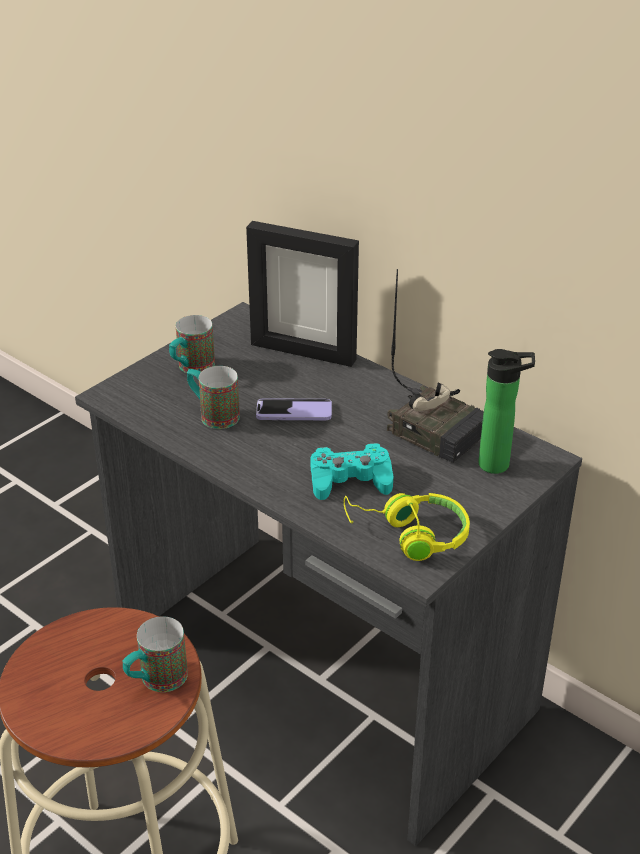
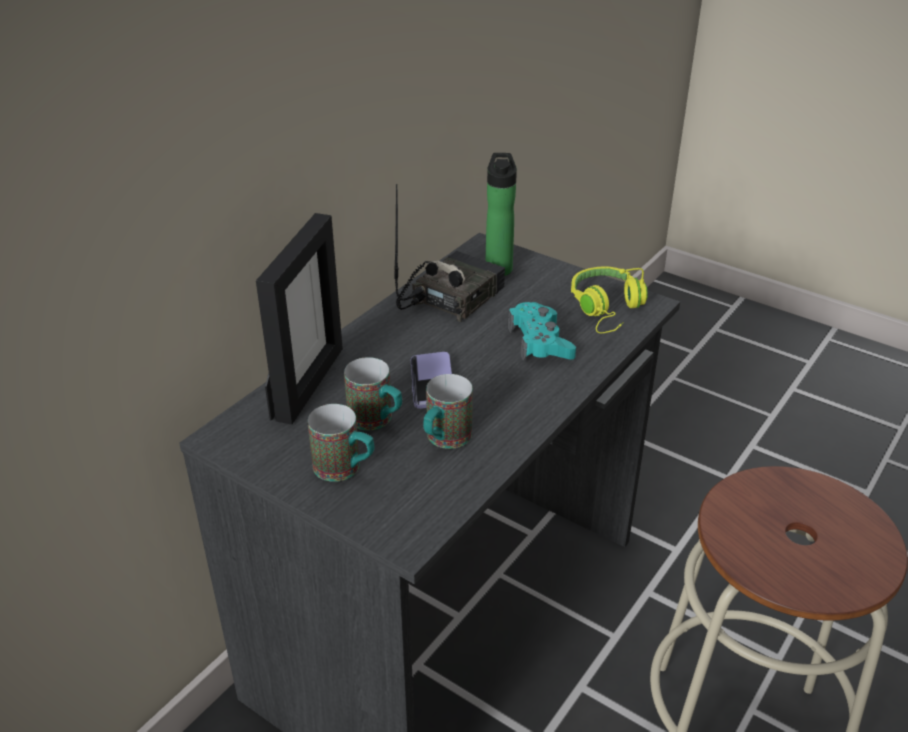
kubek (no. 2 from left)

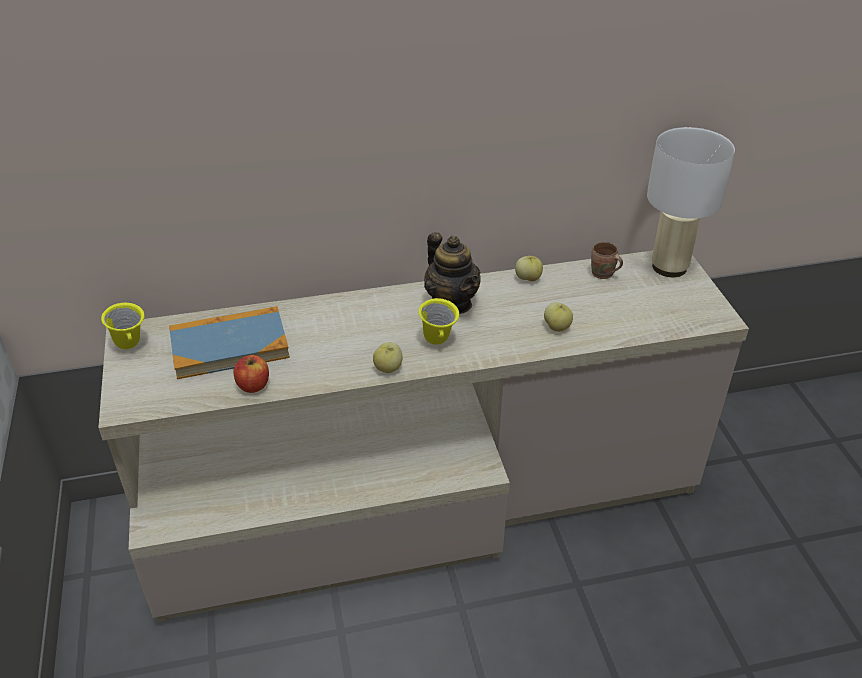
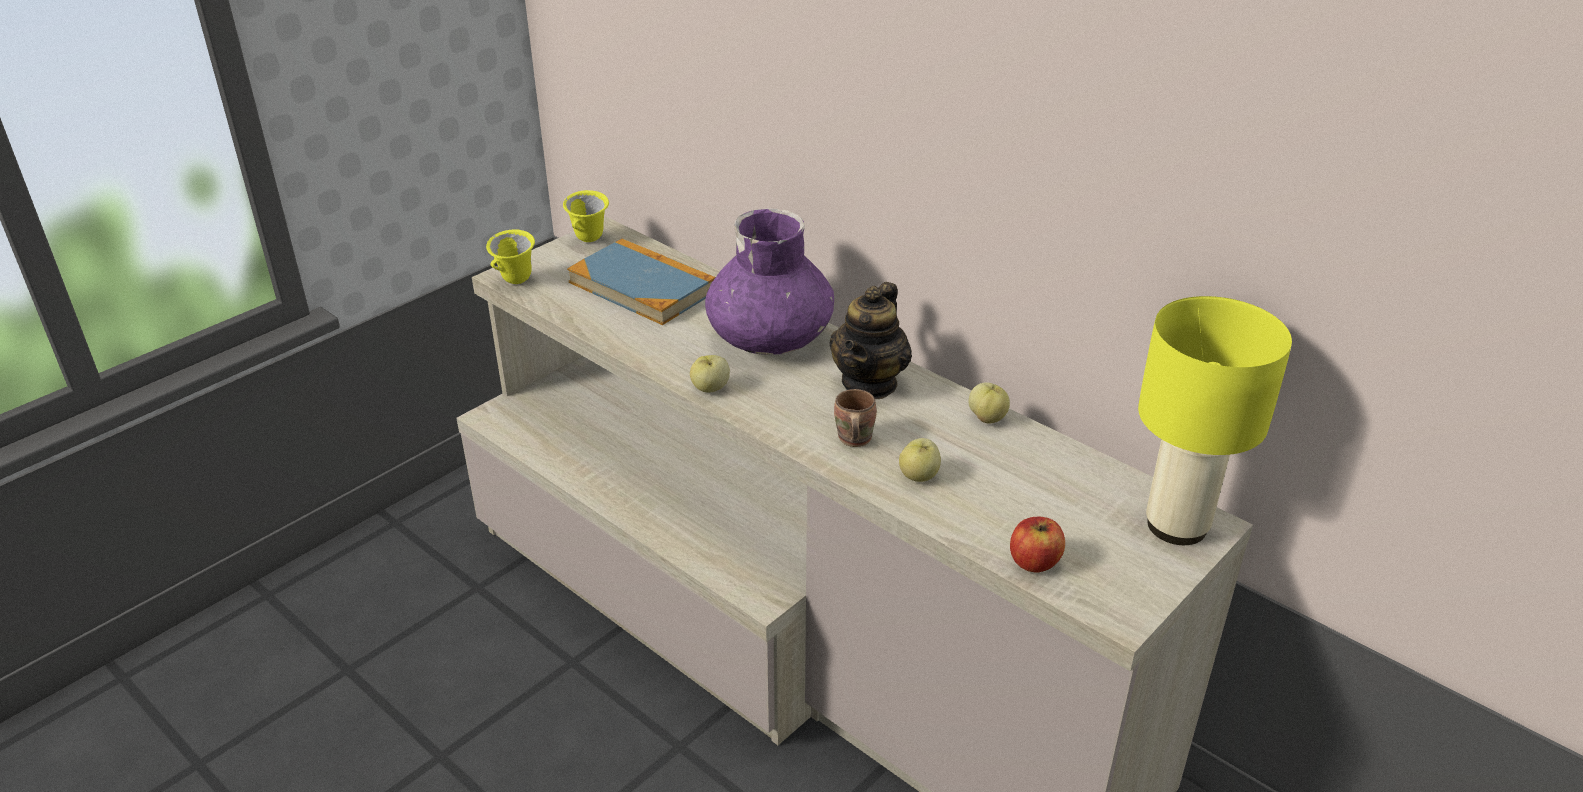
kubek (żółty) (no. 1 from left)
wazon (fioletowy)
kubek (brązowy)
jabłko (no. 4 from left)
lampa stołowa (żółty)

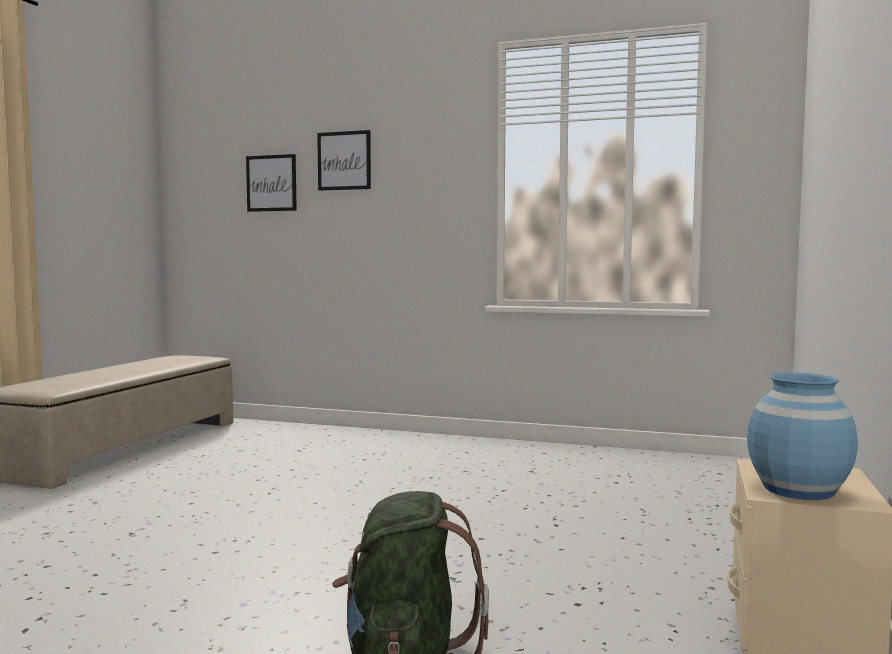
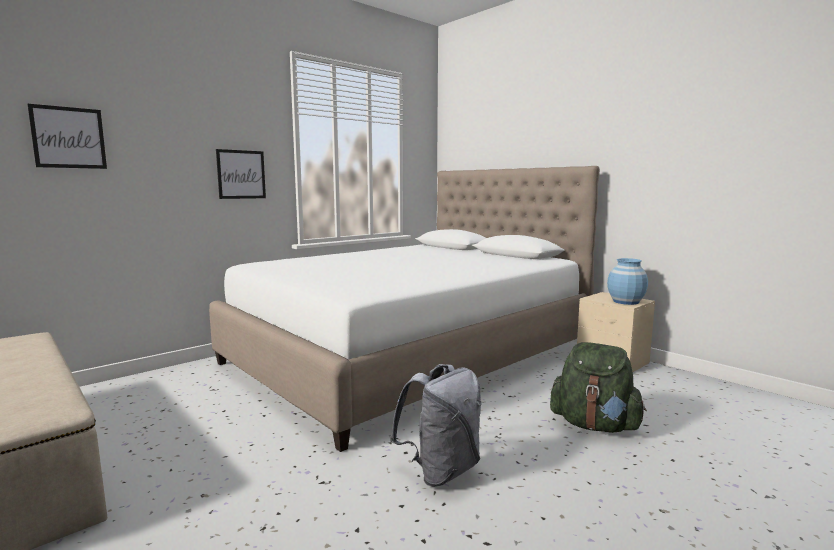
łóżko (biały)
obraz (no. 2 from left)
plecak (szary)

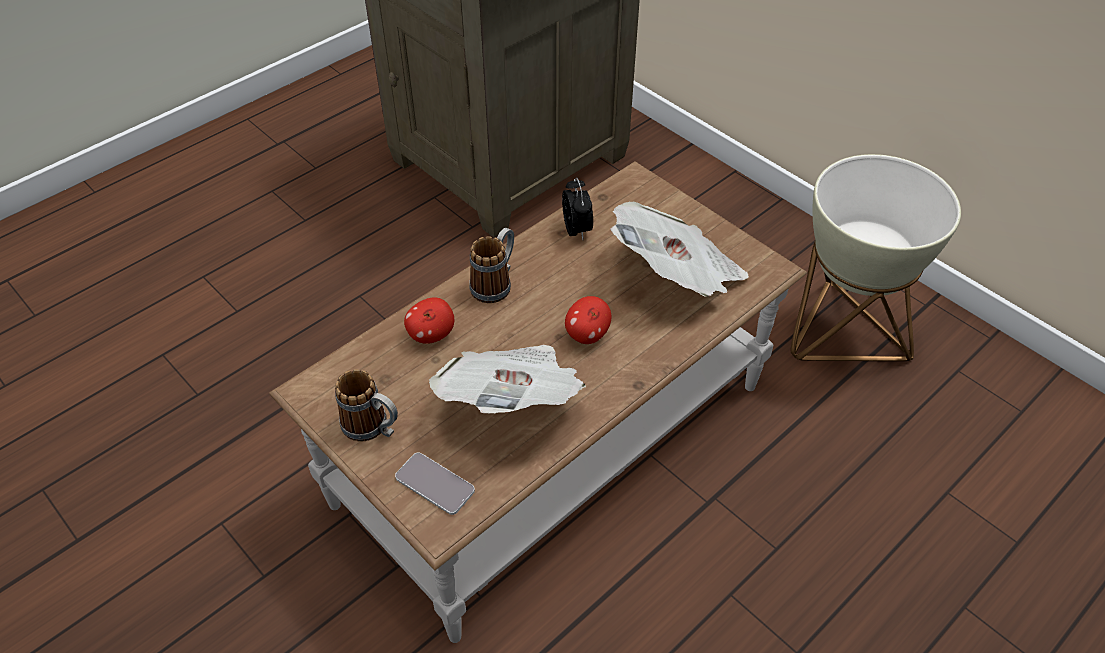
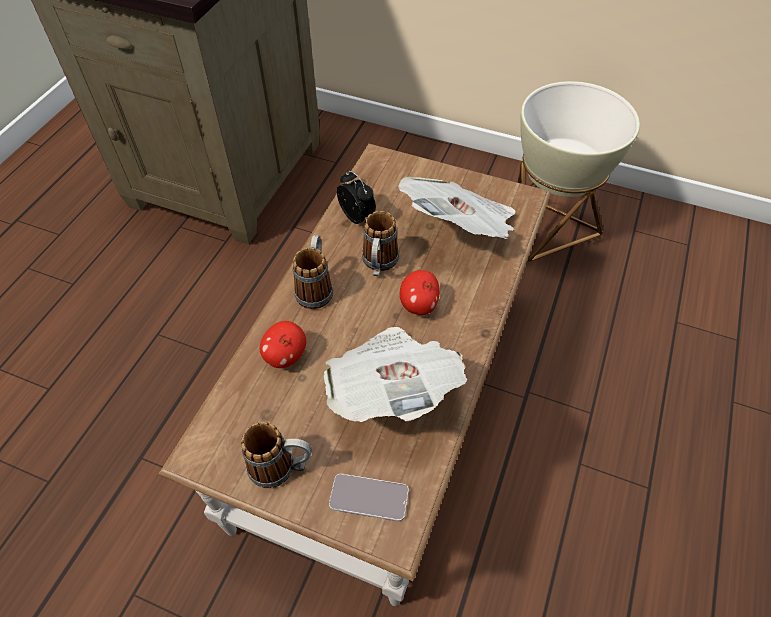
kubek (no. 3 from left)

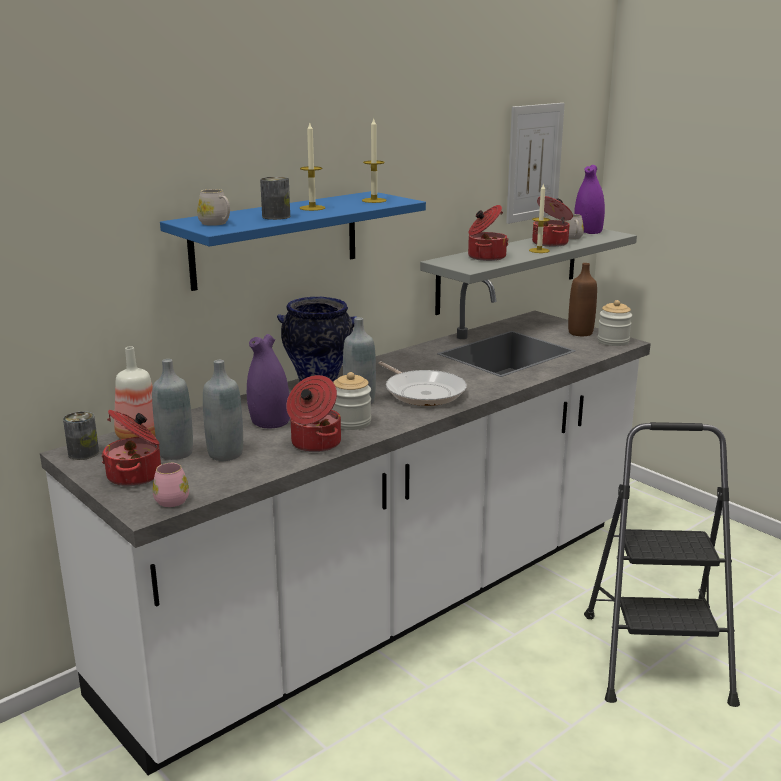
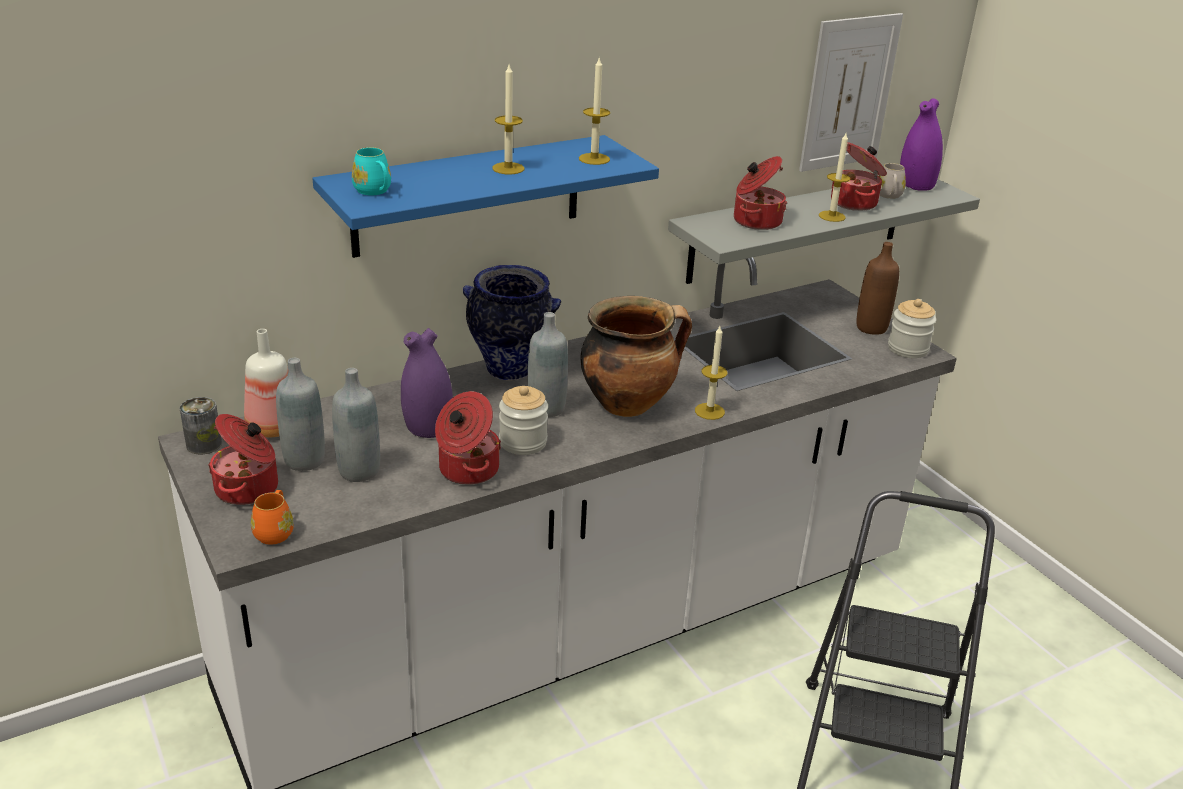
kubek (pomarańczowy)
kubek (turkusowy)
garnek (no. 3 from left)
świeca (no. 3 from left)
puszka (no. 2 from left in the first image)

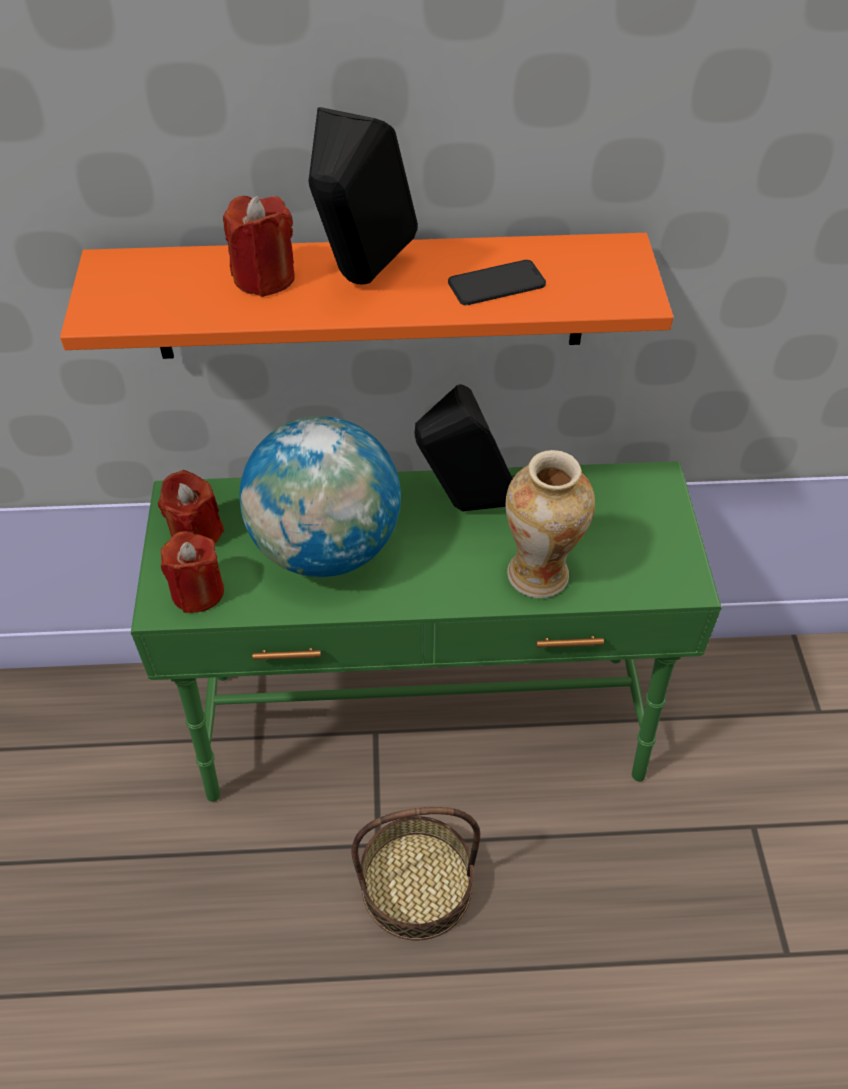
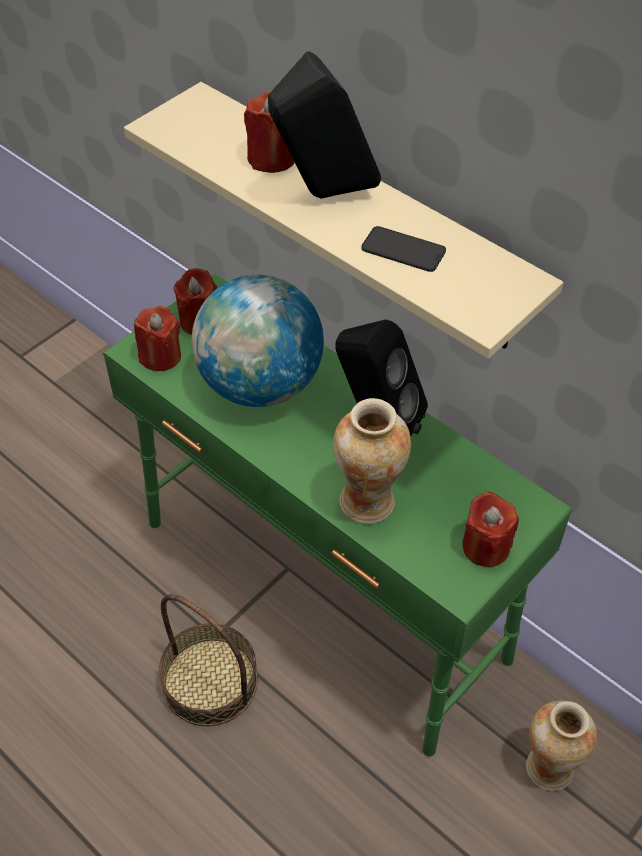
półka (beżowy)
świeca (czerwony) (no. 4 from left)
wazon (no. 2 from left)

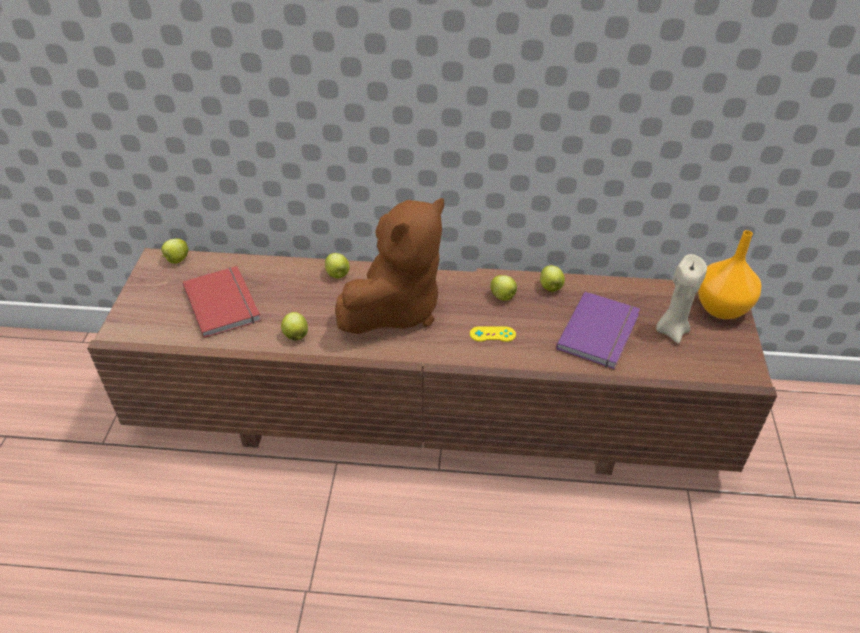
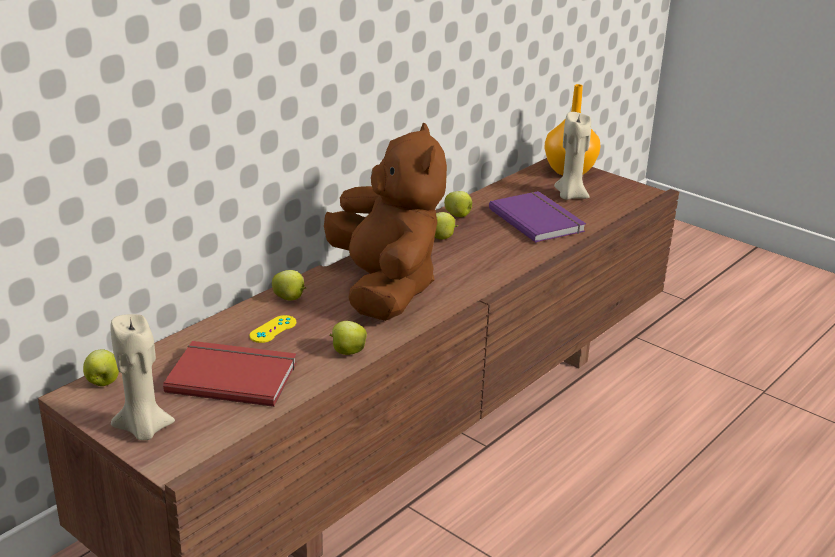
świeca (beżowy) (no. 1 from left)
pad do gier (żółty)

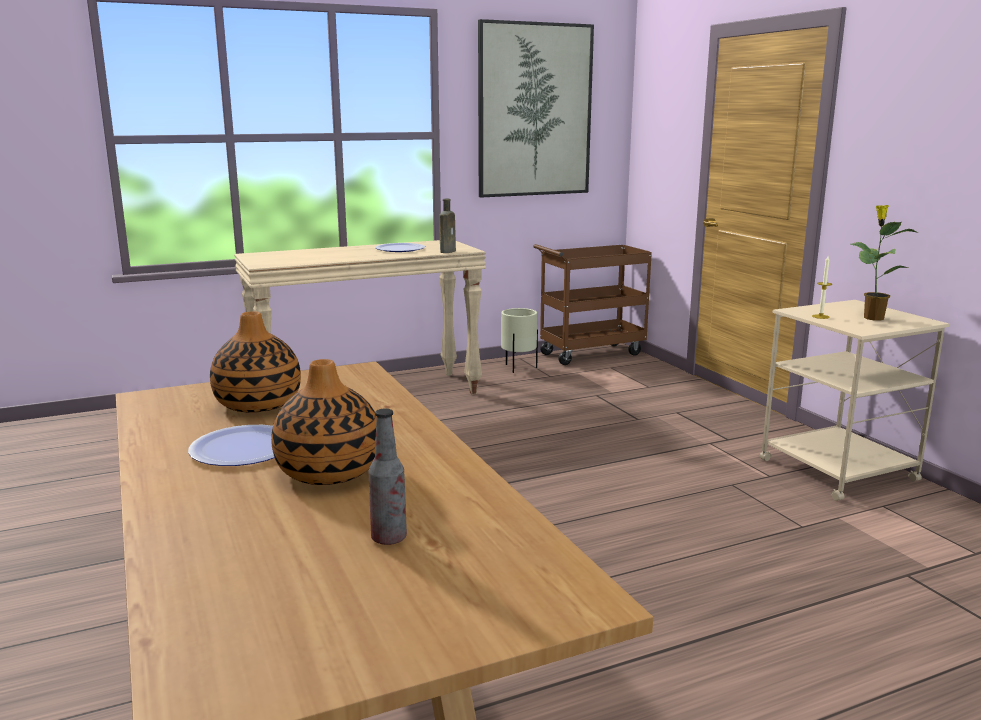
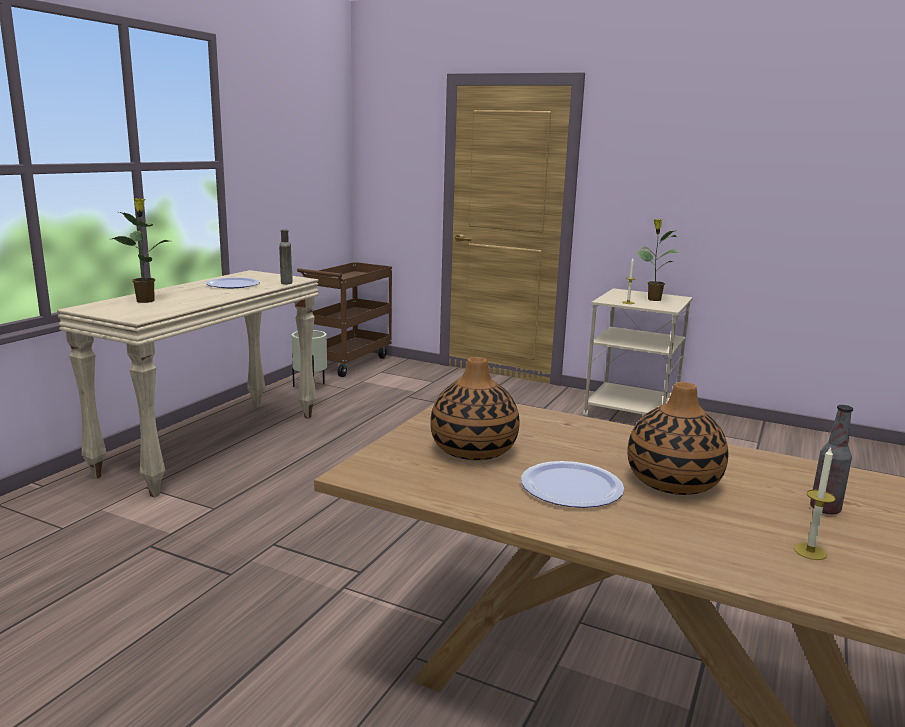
roślina doniczkowa (no. 1 from left)
świeca (no. 2 from left)
obraz

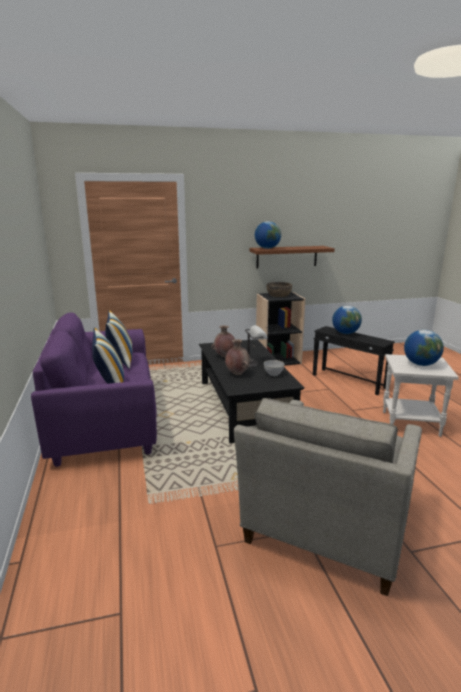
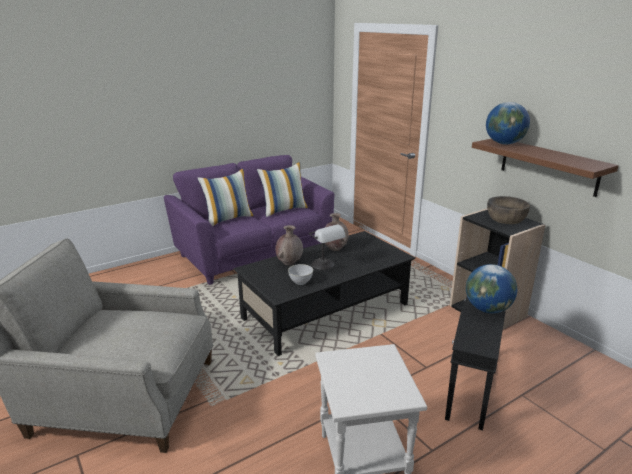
globus (no. 3 from left in the first image)

